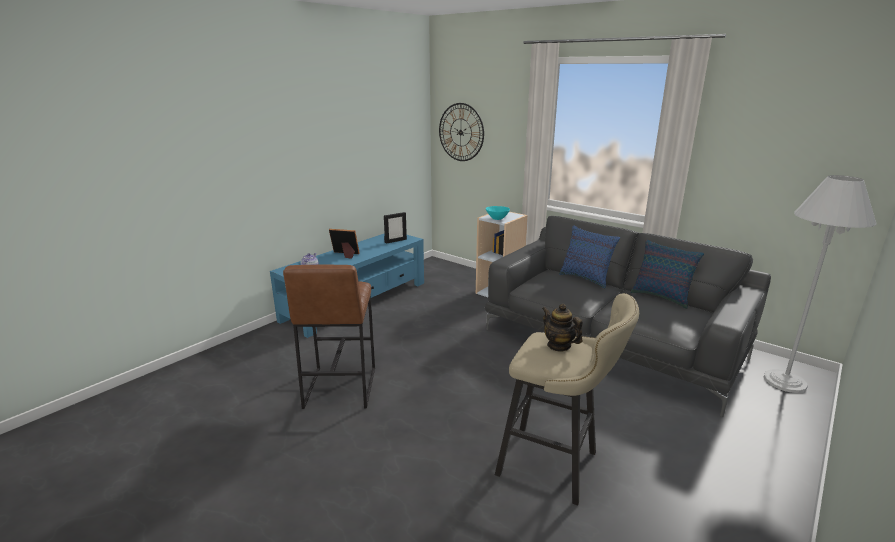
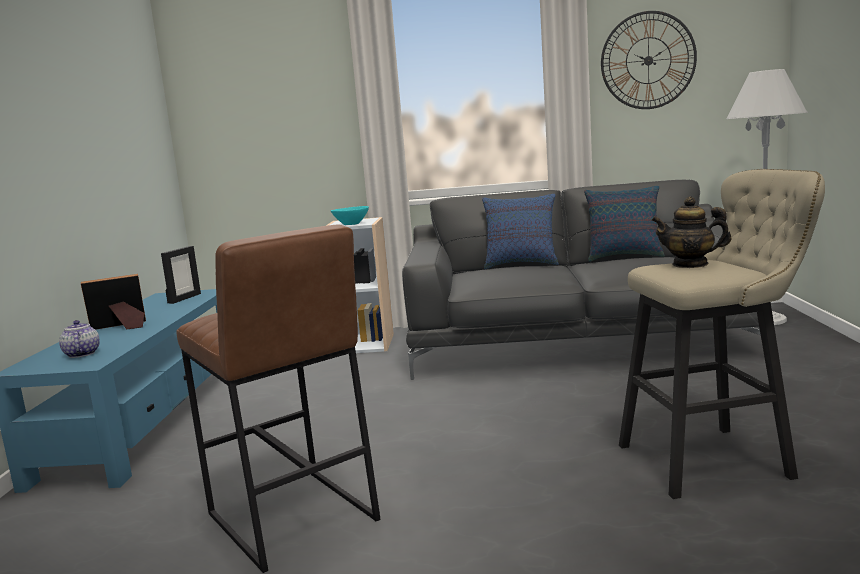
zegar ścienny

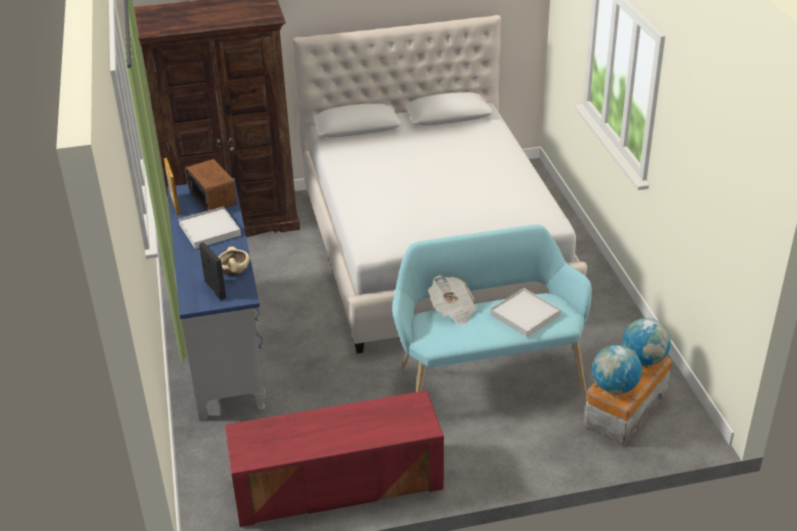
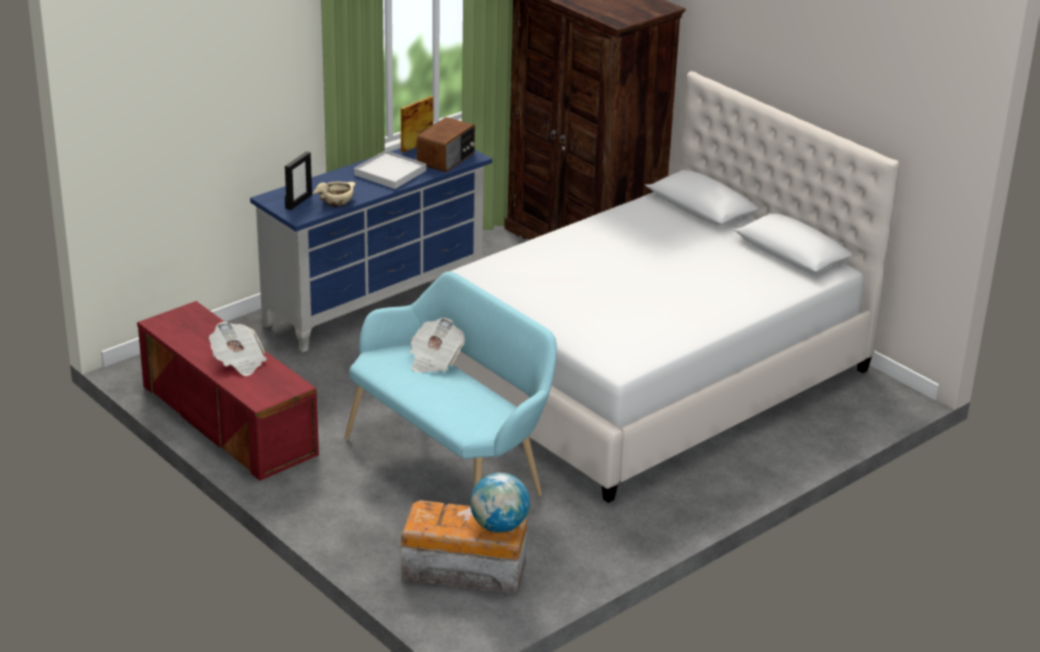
gazeta (no. 1 from left)
taca (biały) (no. 2 from left in the first image)
globus (no. 1 from left in the first image)

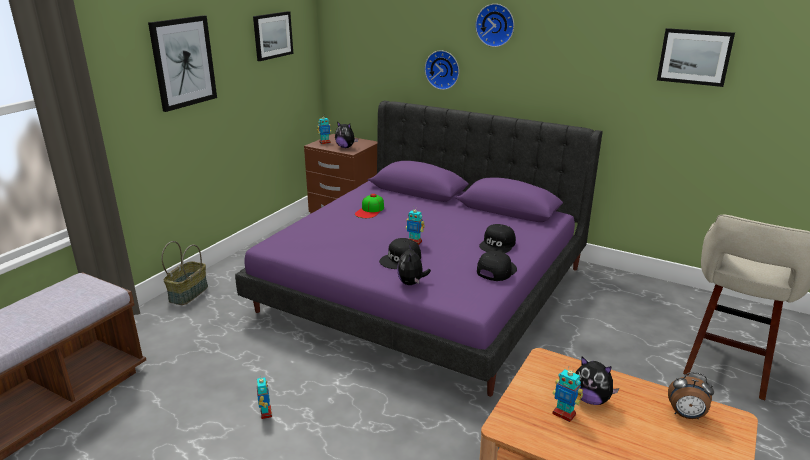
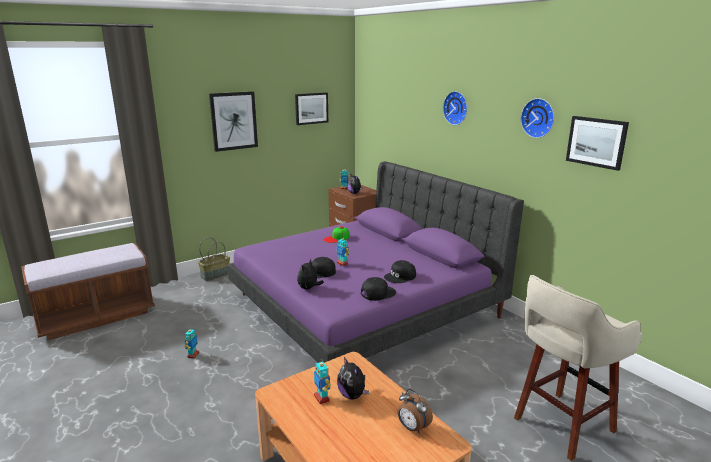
zegar ścienny (no. 2 from left)

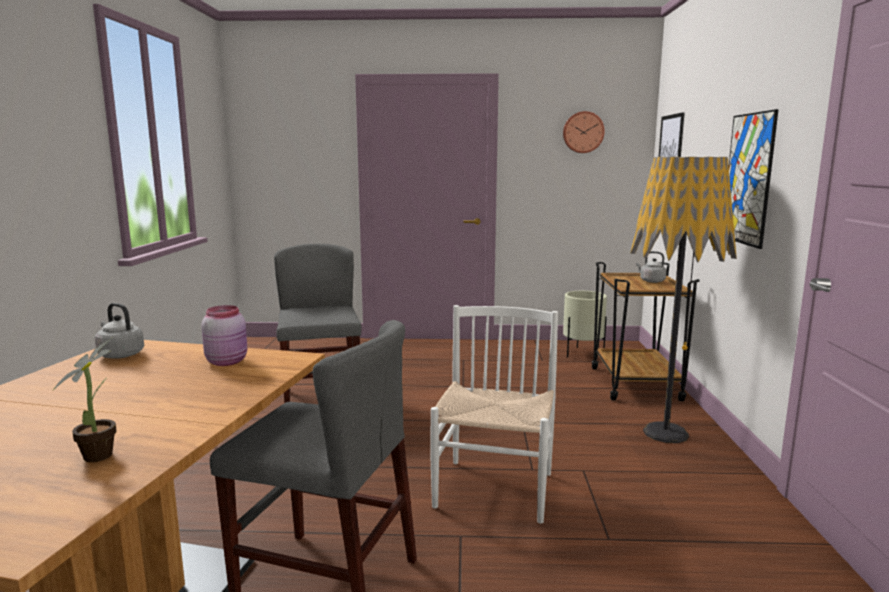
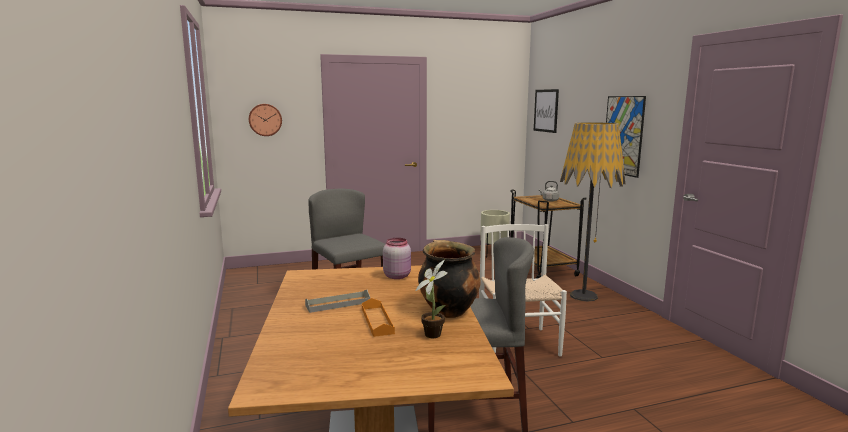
zegar ścienny
taca (szary)
taca (pomarańczowy)
garnek
czajnik (szary) (no. 1 from left in the first image)

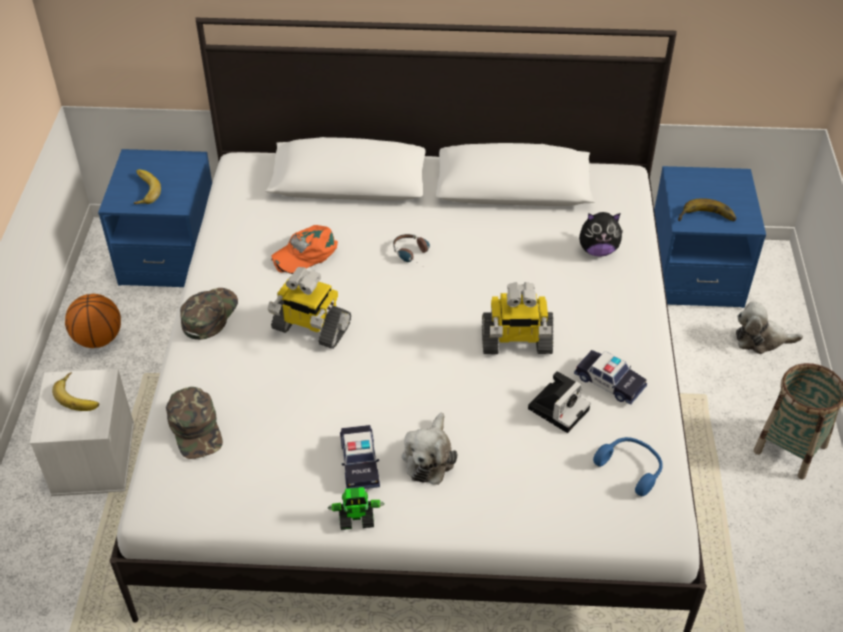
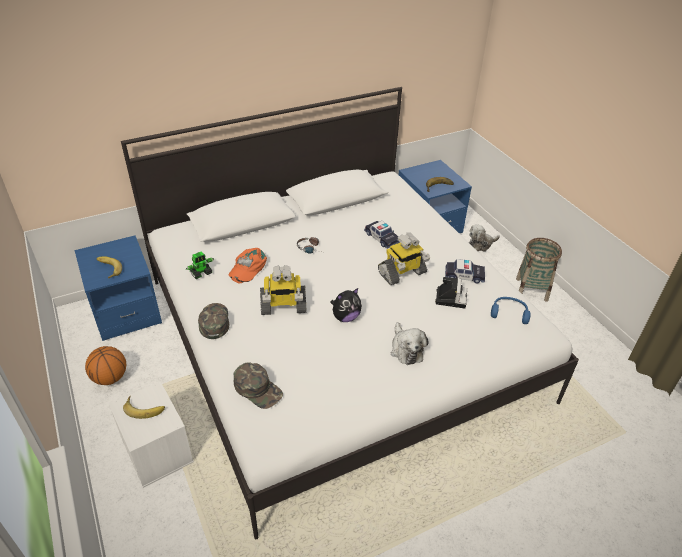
robot zabawkowy (no. 1 from left)
pluszak (no. 1 from left)
samochodzik (no. 1 from left)

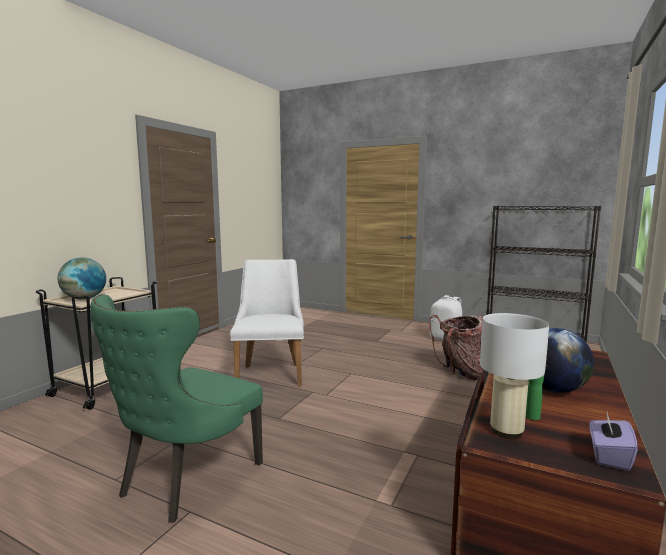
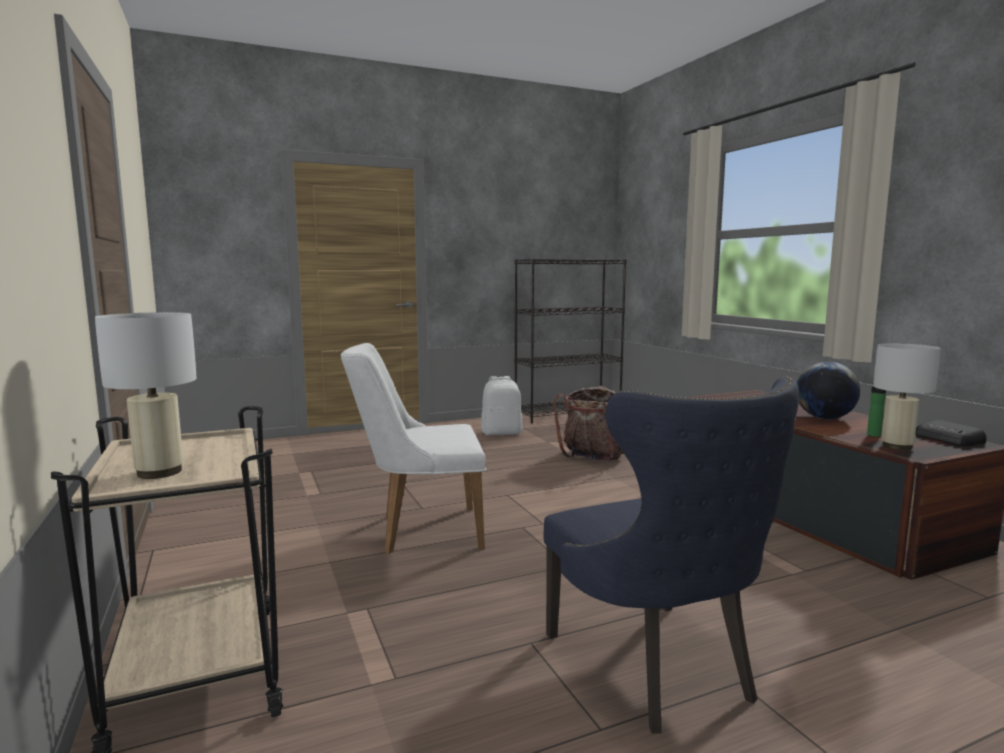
lampa stołowa (biały) (no. 1 from left)
krzesło (biały)
krzesło (niebieski)
radio

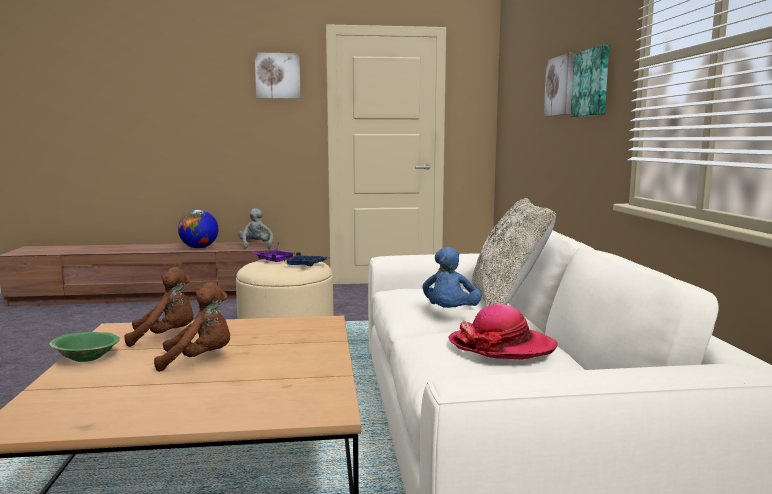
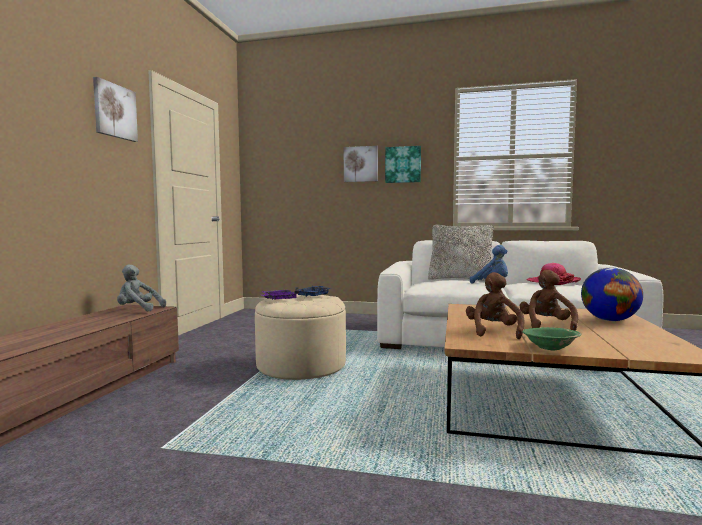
globus

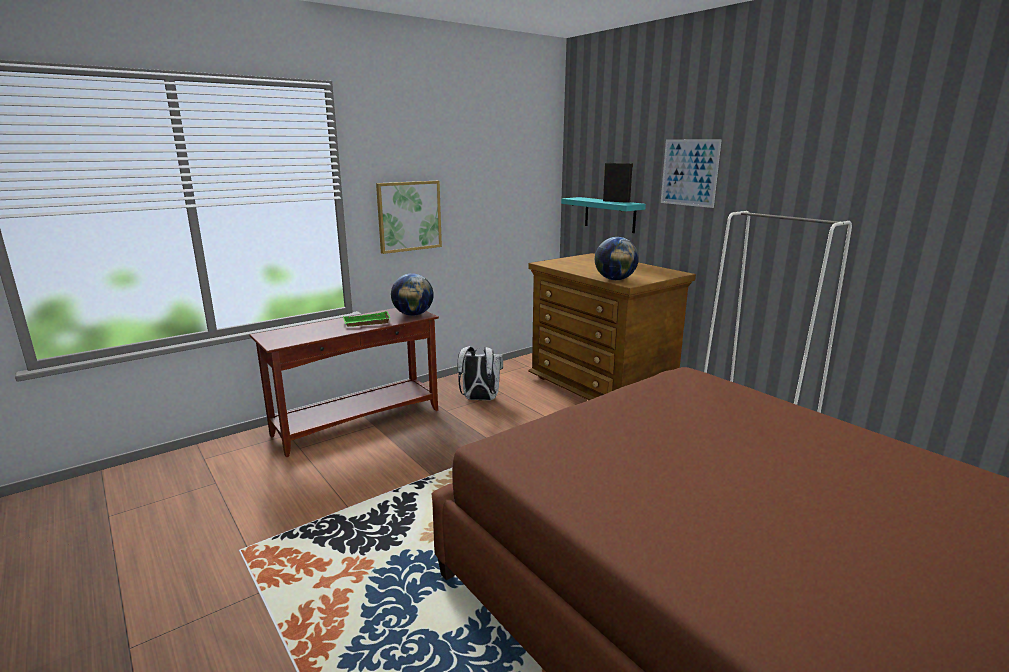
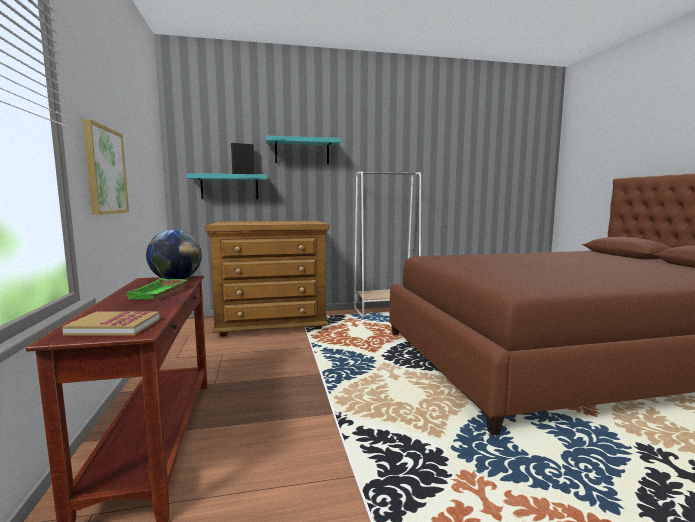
książka
półka (turkusowy) (no. 2 from left)
plecak (biały)
globus (no. 2 from left in the first image)

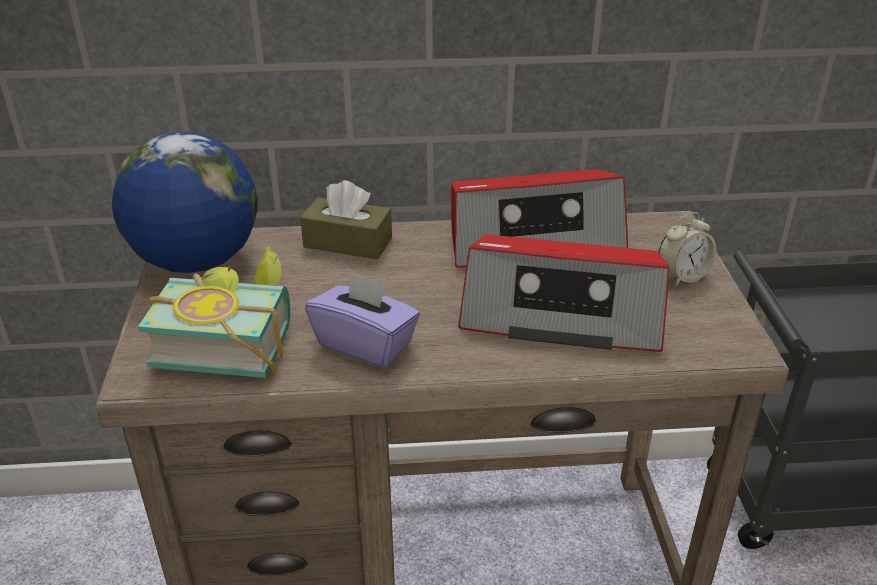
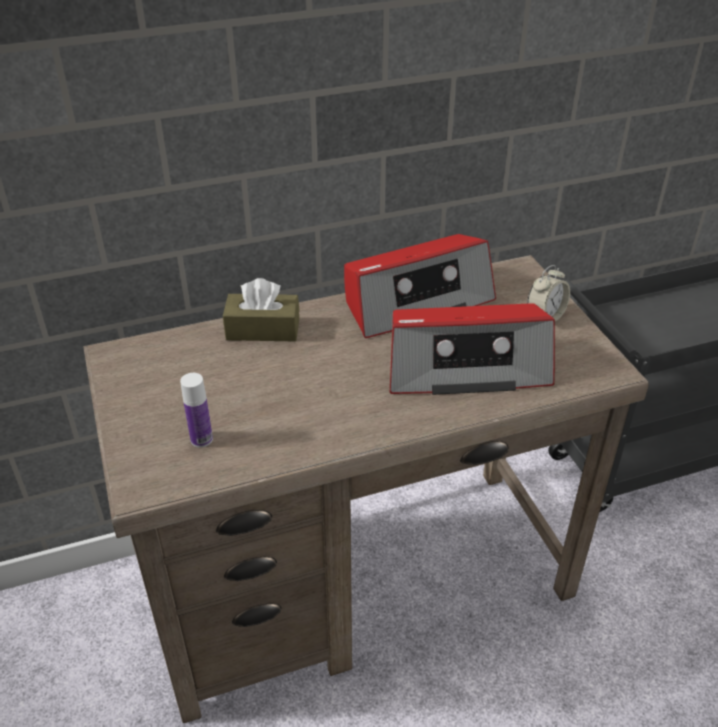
butelka
globus
pudełko chusteczek (fioletowy)

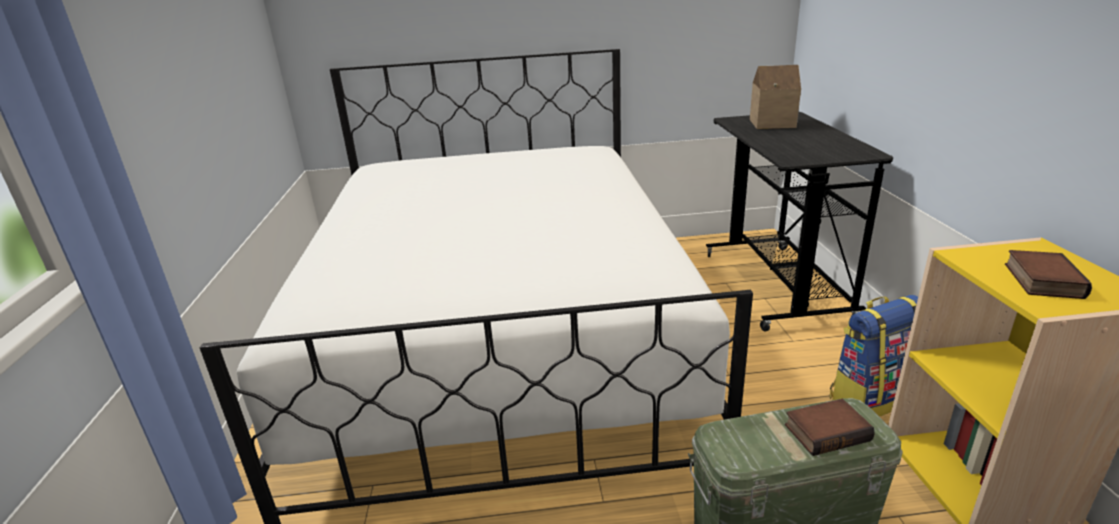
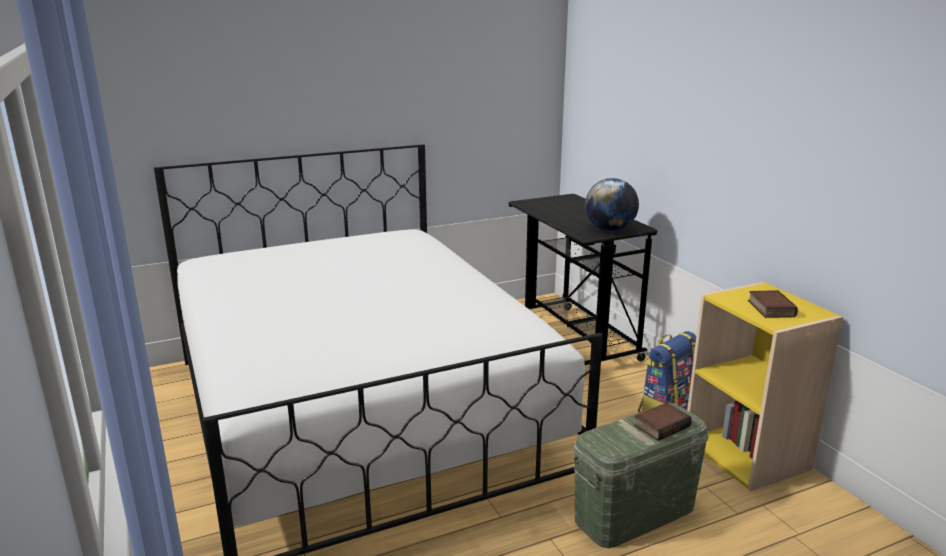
globus
domek

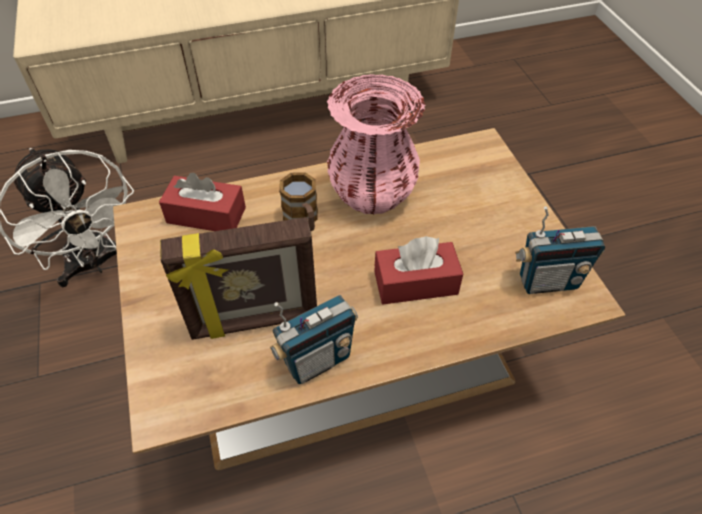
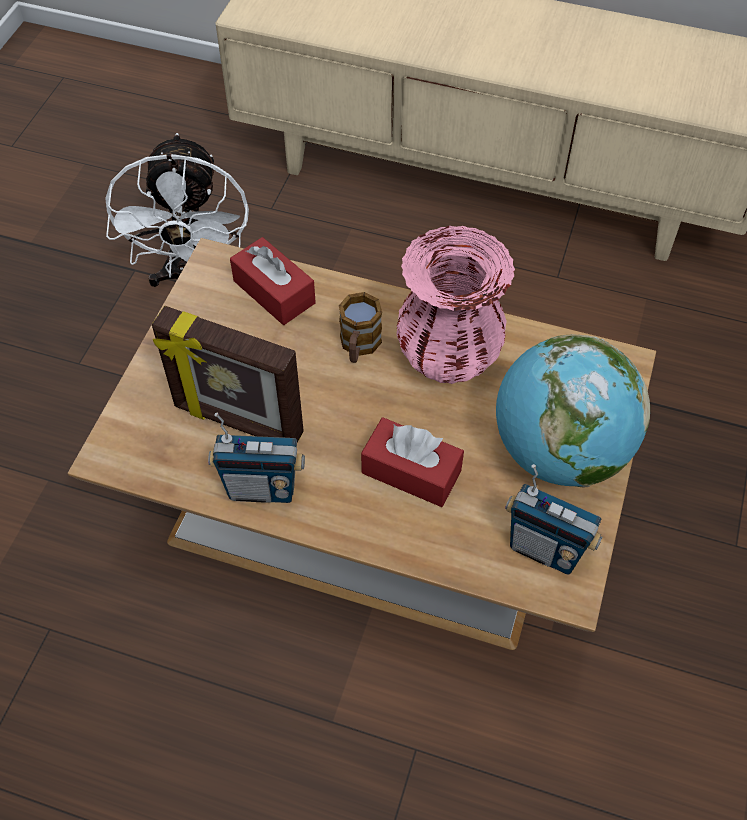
globus

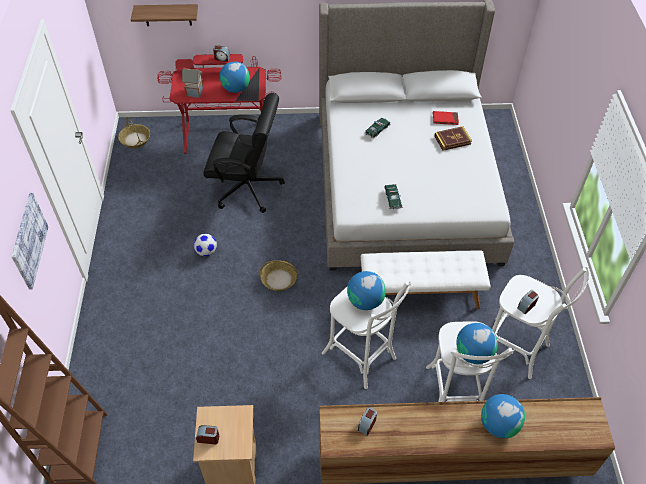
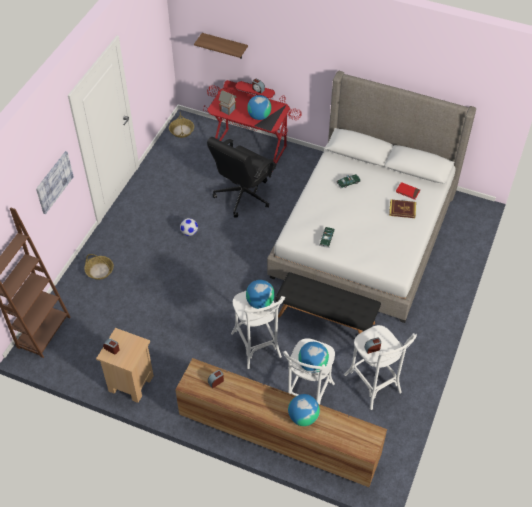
koszyk (no. 1 from left)
krzesło biurowe (czarny)
ławka (czarny)

